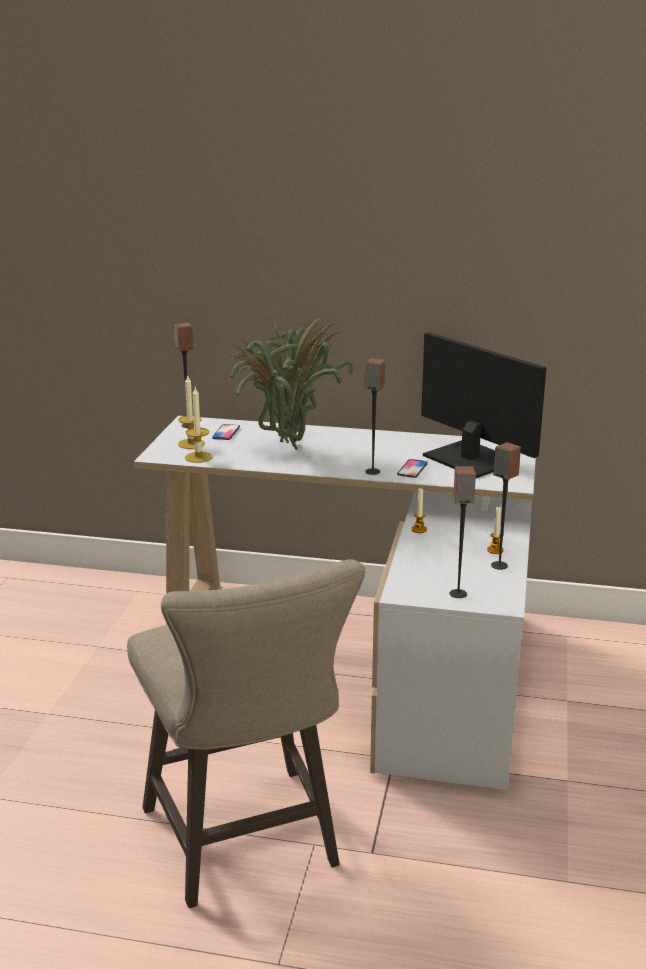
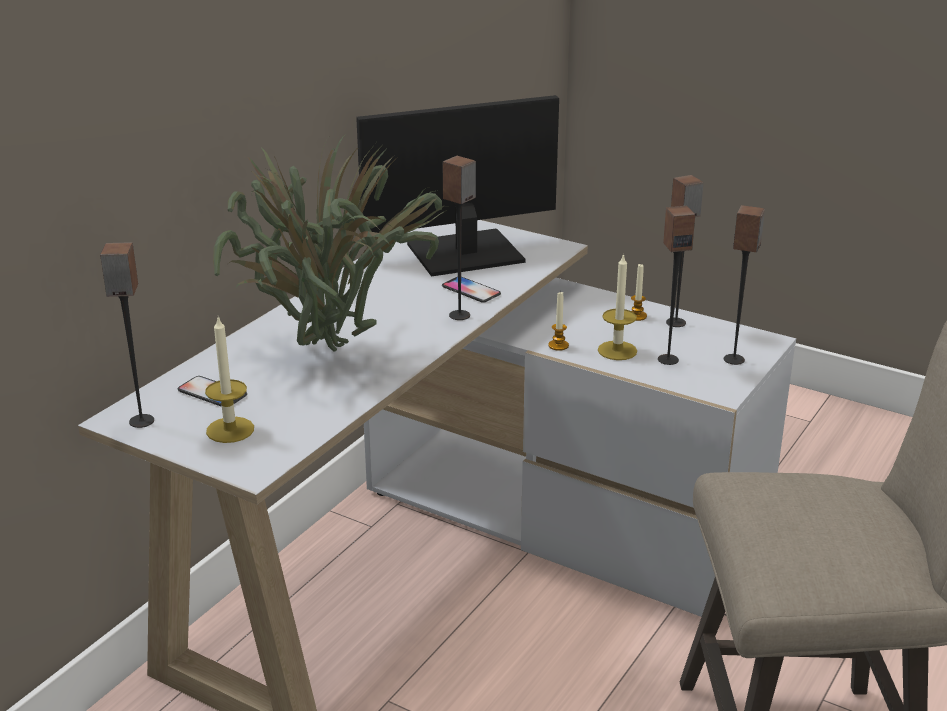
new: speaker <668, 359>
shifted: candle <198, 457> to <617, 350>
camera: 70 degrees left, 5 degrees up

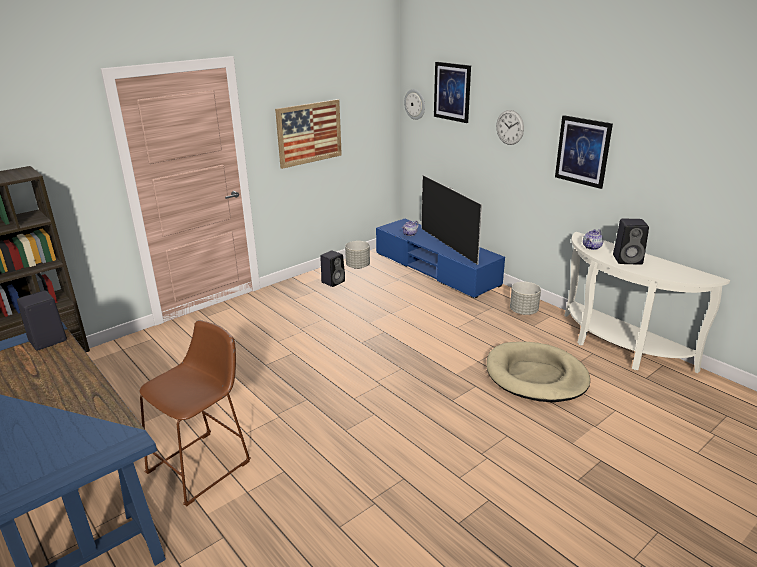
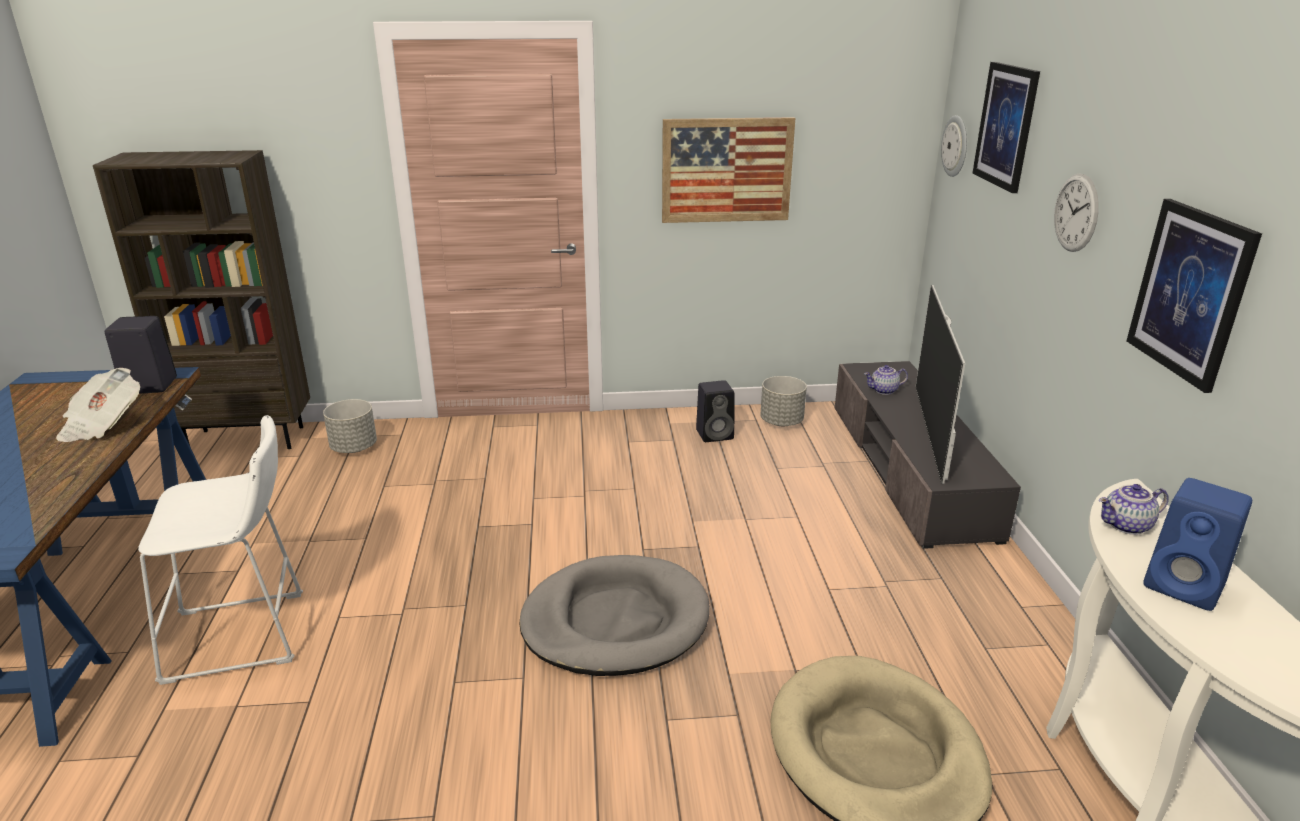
new: newspaper <102, 425>; grey dog bed <615, 621>
shifted: grey planter <523, 311> to <354, 448>
repainted: brown stool <204, 464> to white stool <244, 636>; blue tv stand <435, 269> to grey tv stand <909, 469>; black speaker <628, 260> to blue speaker <1186, 587>
camera: 35 degrees right, 0 degrees up

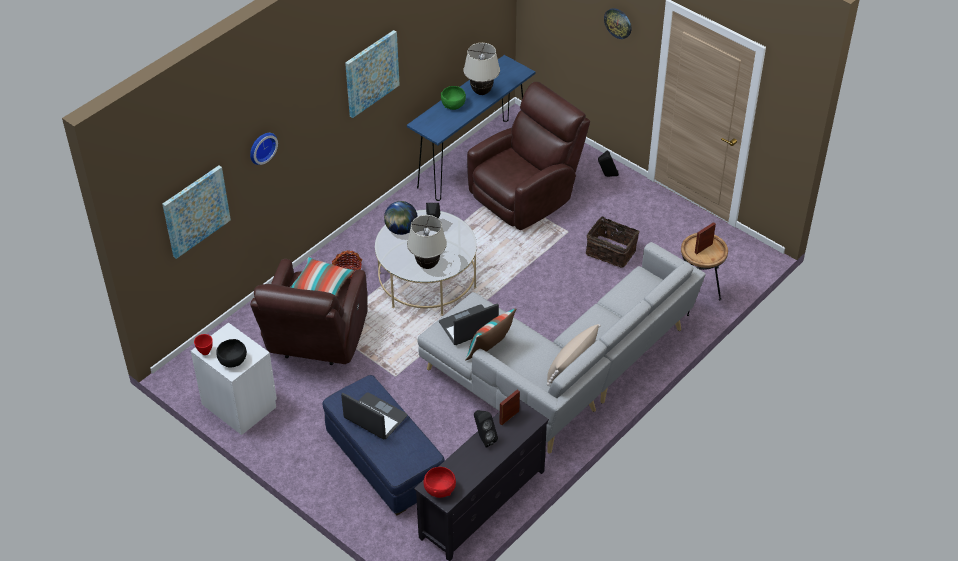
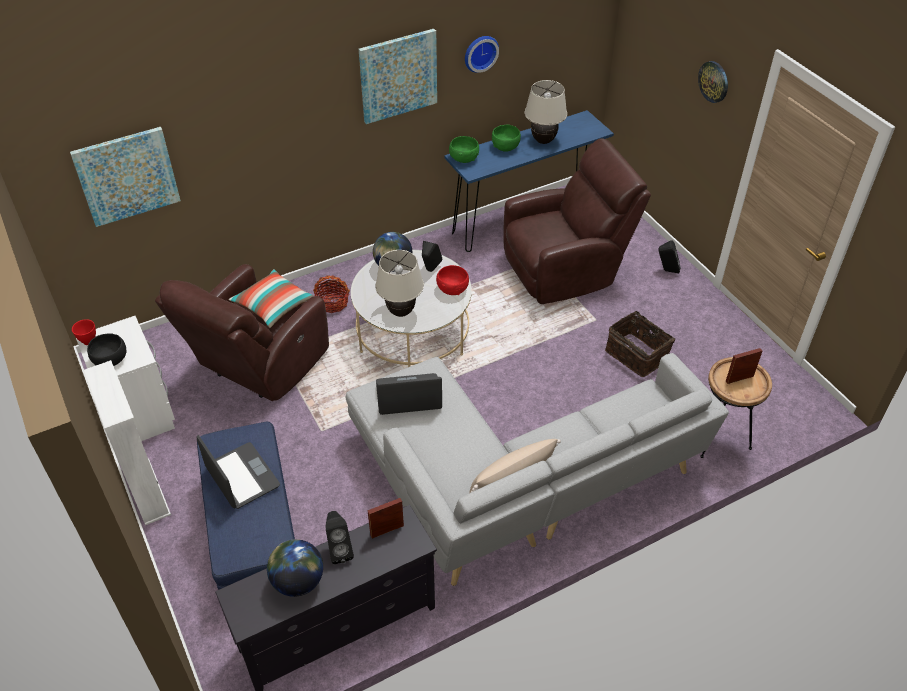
gone: pillow <490, 350>
new: white bookcase <147, 491>; globe <298, 581>; green bowl <463, 158>
shifted: wall clock <261, 147> to <480, 52>; red bowl <439, 489> to <452, 289>
camera: 20 degrees right, 0 degrees up

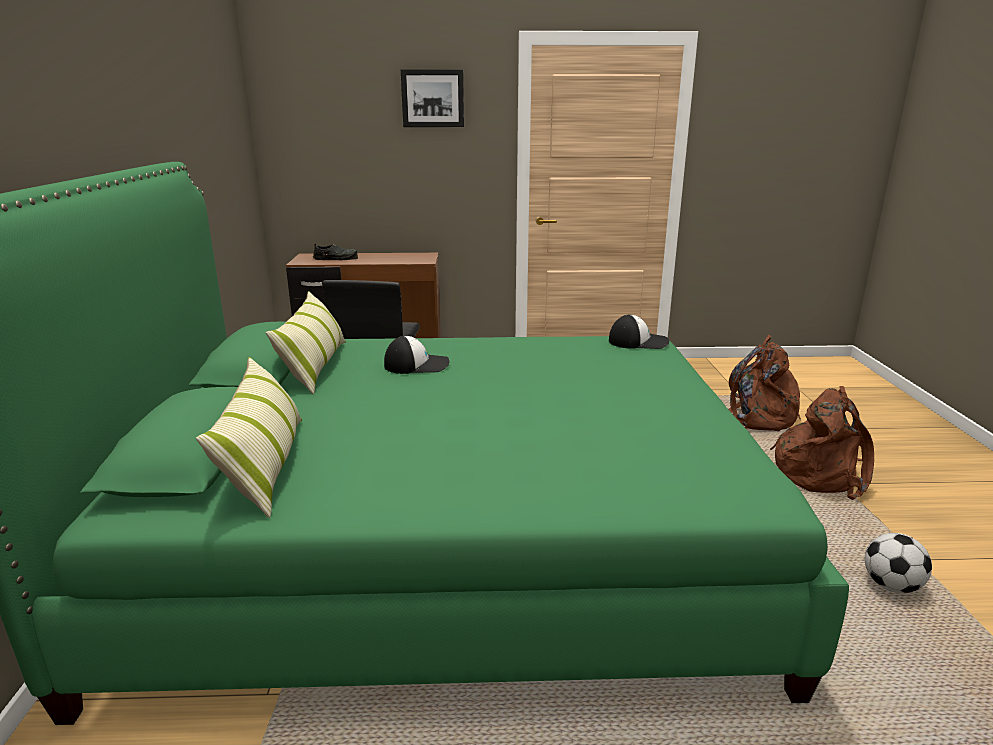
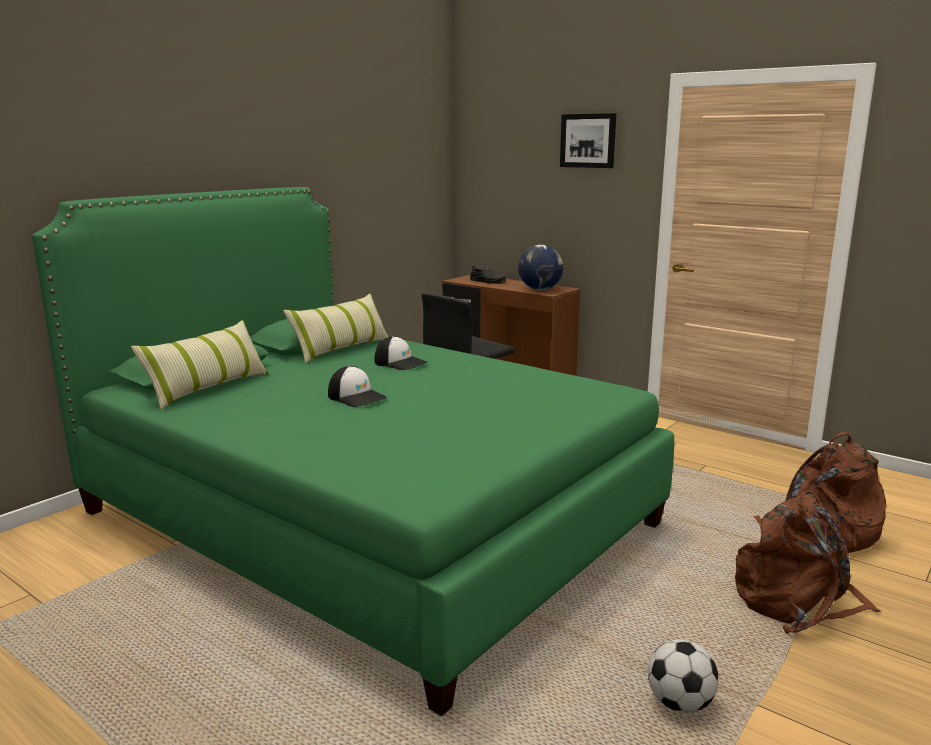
new: globe <540, 289>
shifted: cap <638, 342> to <357, 397>
camera: 40 degrees right, 5 degrees down

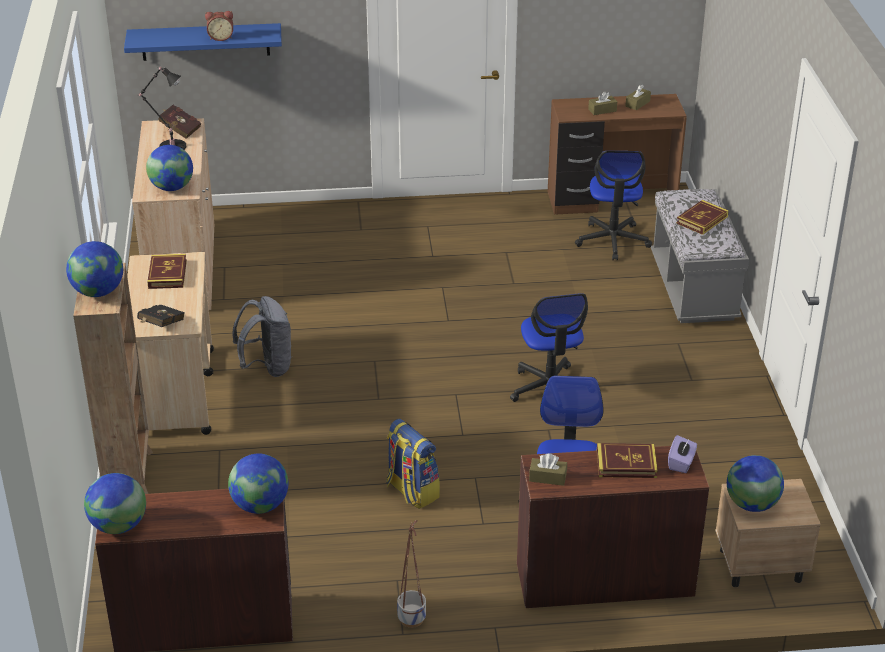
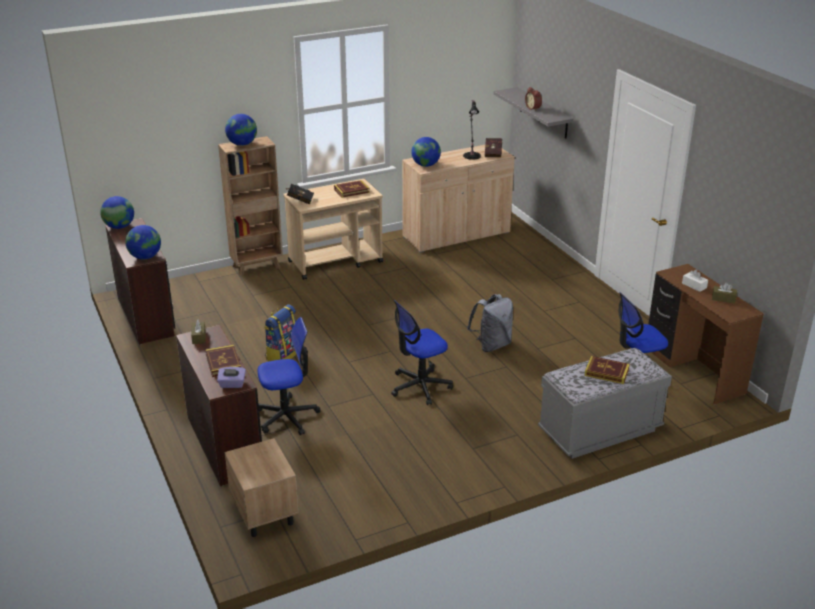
gone: planter <412, 619>; globe <752, 504>
shifted: grey backpack <267, 367> to <491, 345>
repainted: blue shelf <205, 42> to grey shelf <543, 113>; brown tissue box <602, 110> to white tissue box <694, 285>
camera: 70 degrees right, 5 degrees down

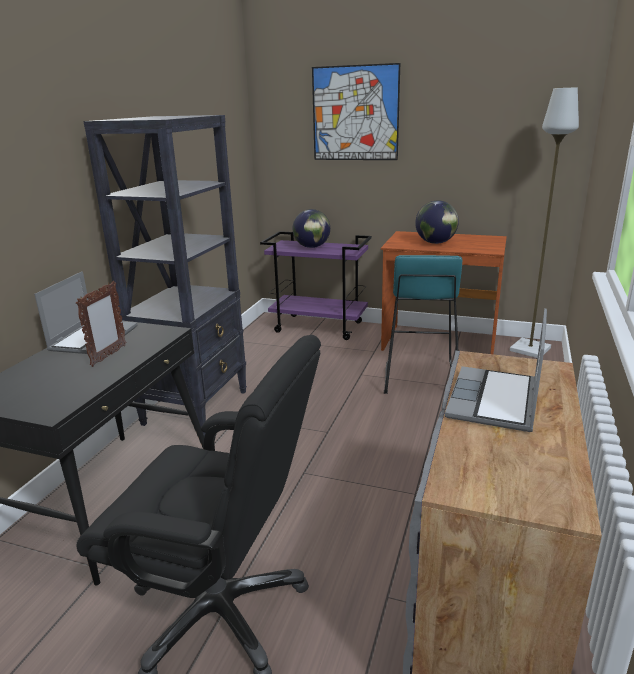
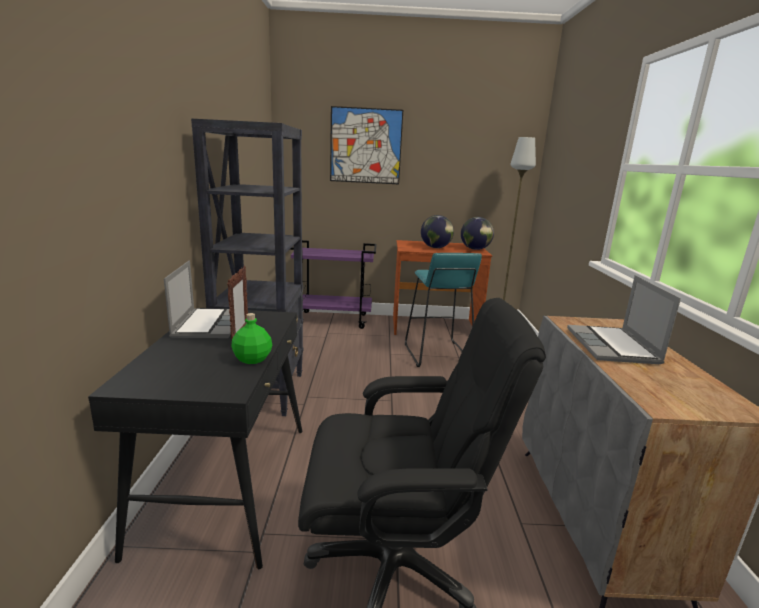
new: green bottle <253, 359>
shifted: globe <312, 247> to <475, 249>
camera: 20 degrees left, 5 degrees down

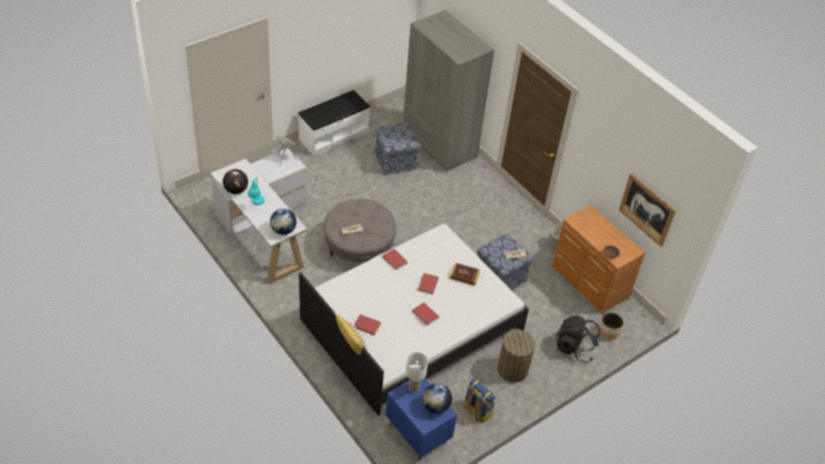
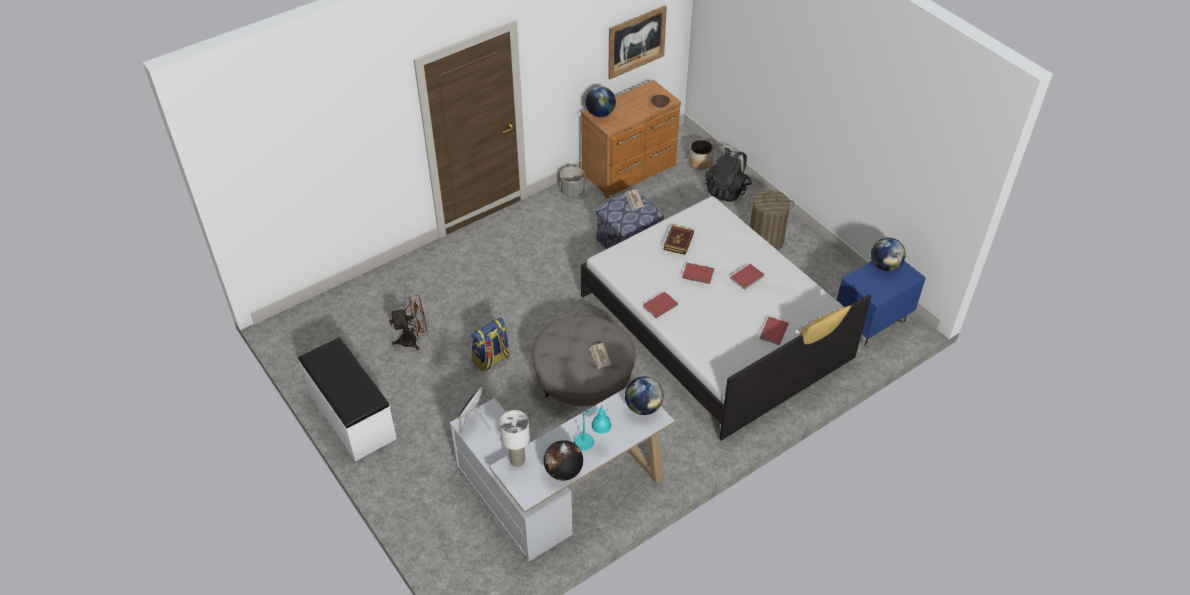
gone: grey wardrobe <439, 144>
new: globe <600, 113>
shifted: white table lamp <414, 388> to <517, 460>; backpack <476, 411> to <491, 360>
swapped: ottoman <396, 160> to brown fan <413, 340>
camera: 85 degrees left, 0 degrees up

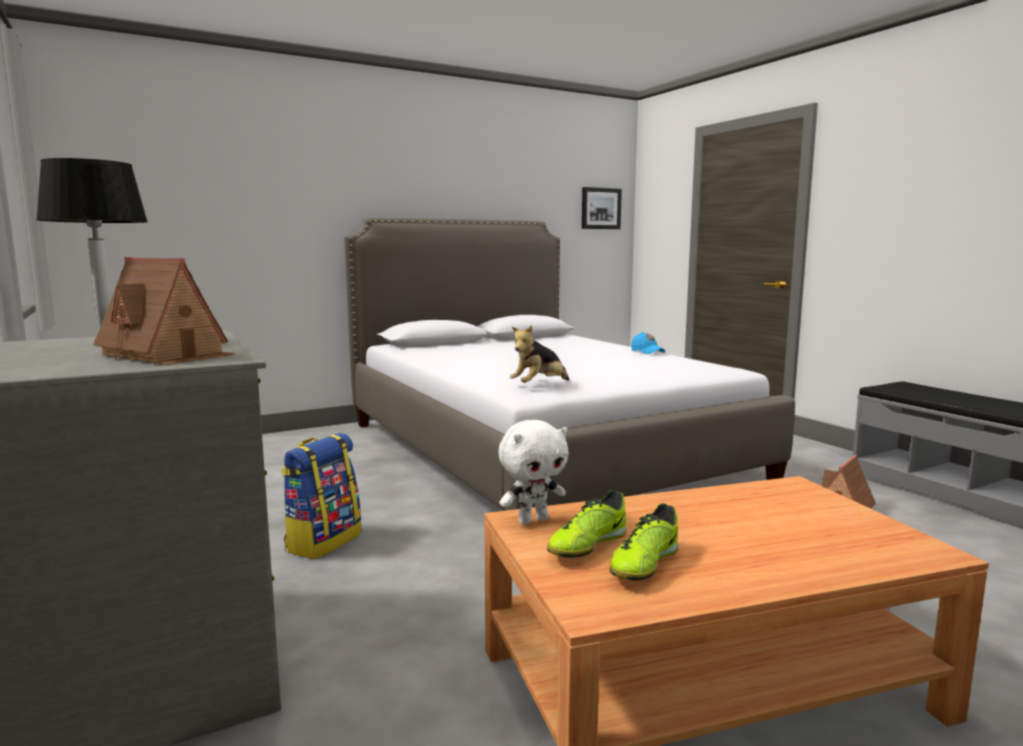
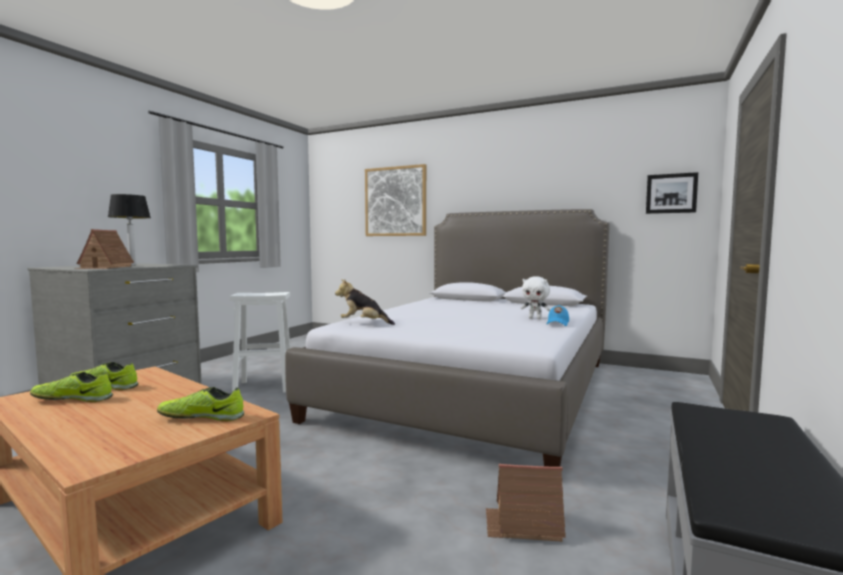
new: shoe <202, 417>; picture <395, 201>
shifted: white plush toy <533, 520> to <535, 318>
swapped: backpack <323, 541> to white stool <265, 386>
camera: 55 degrees right, 5 degrees down

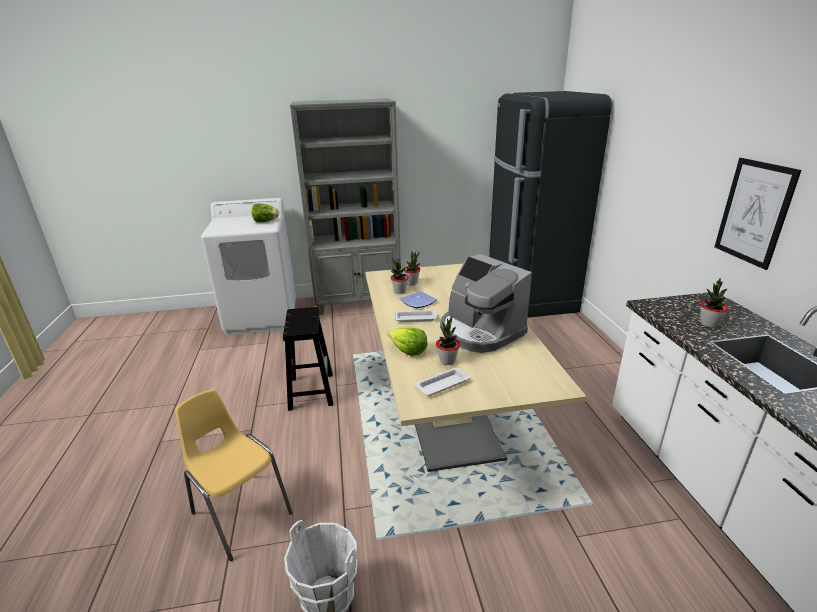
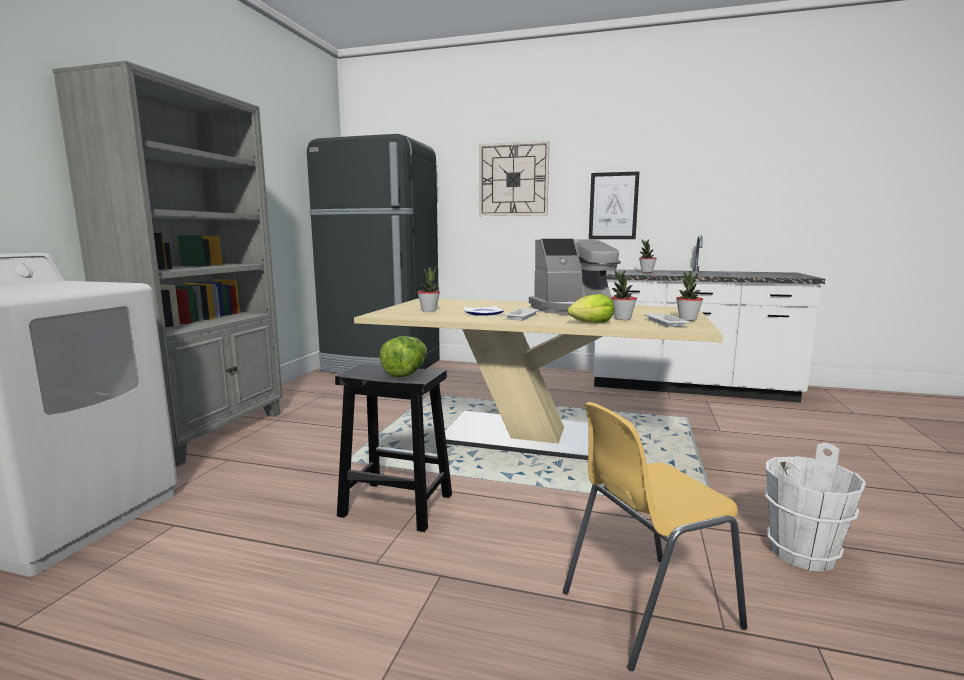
new: wall clock <513, 179>
shifted: lettuce <265, 221> to <406, 373>; potted plant <400, 291> to <687, 319>
camera: 65 degrees left, 15 degrees down

